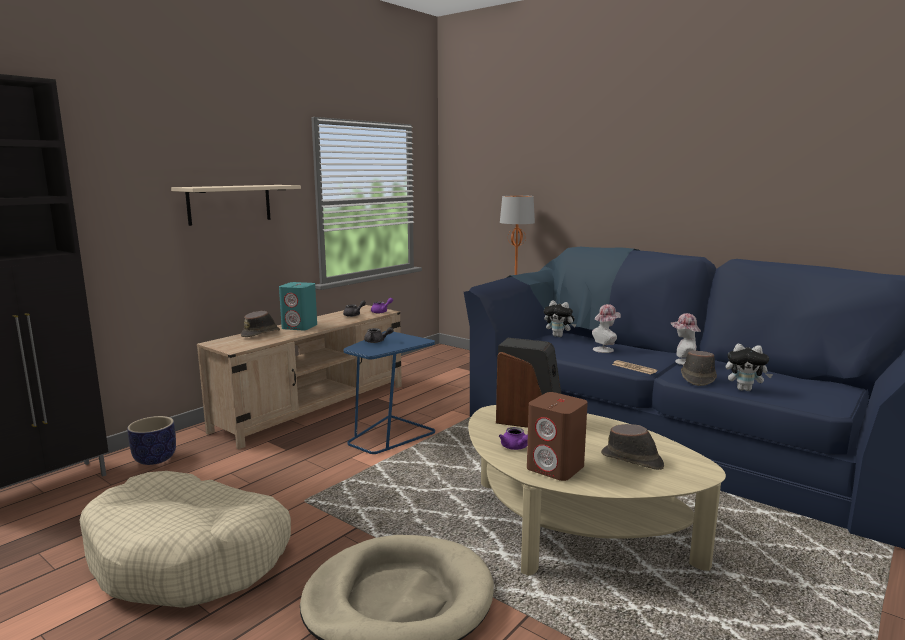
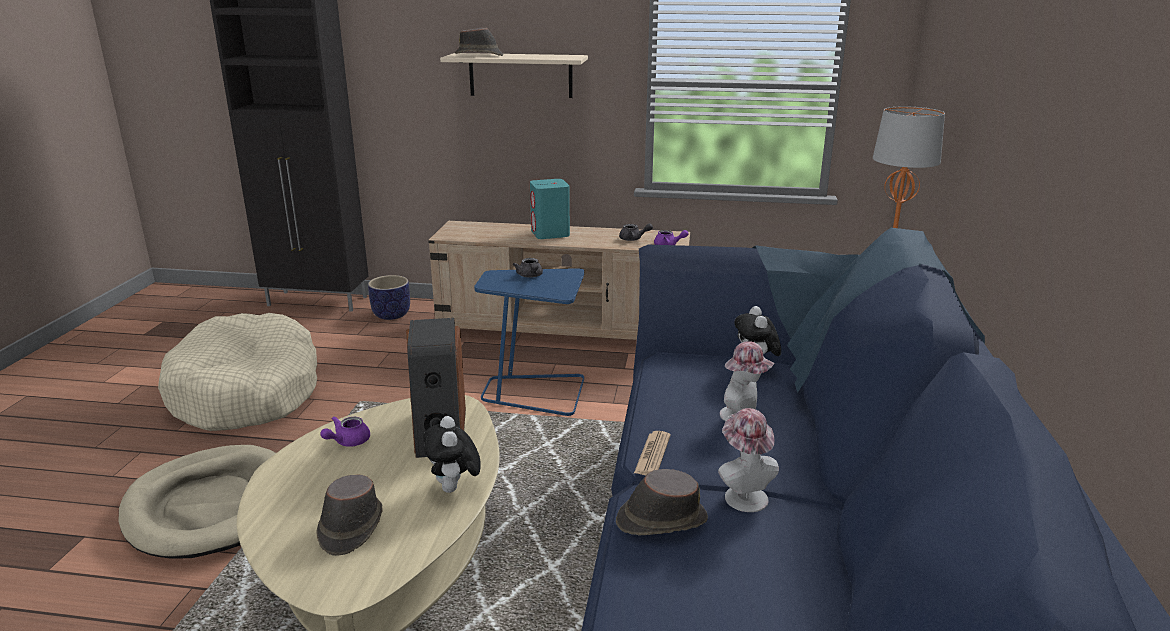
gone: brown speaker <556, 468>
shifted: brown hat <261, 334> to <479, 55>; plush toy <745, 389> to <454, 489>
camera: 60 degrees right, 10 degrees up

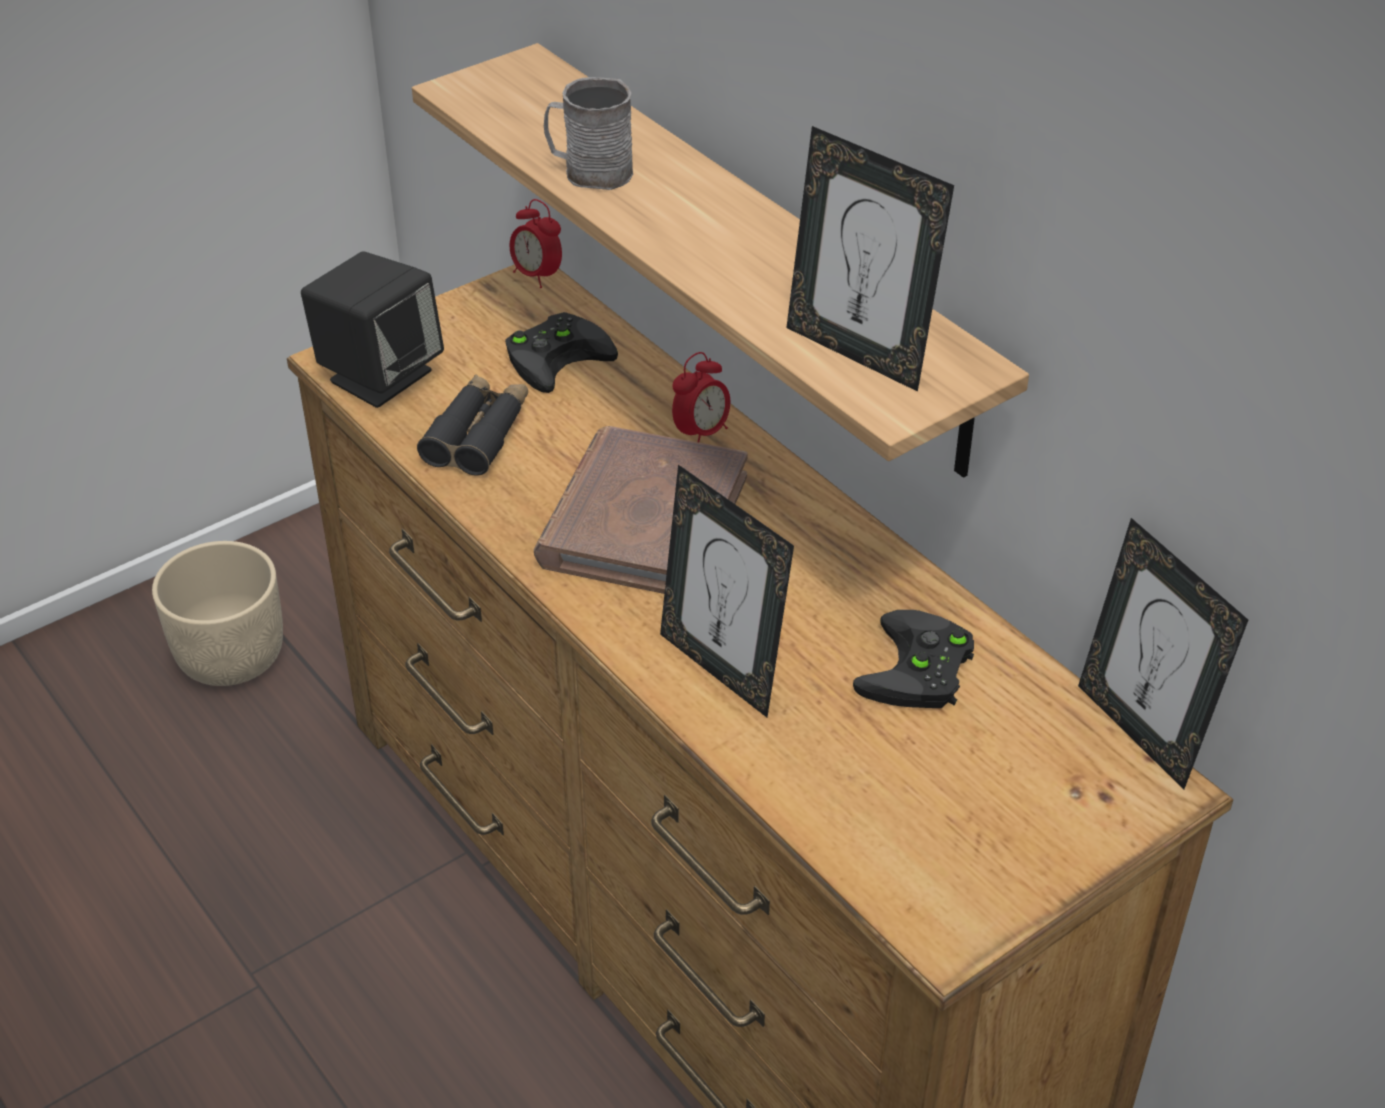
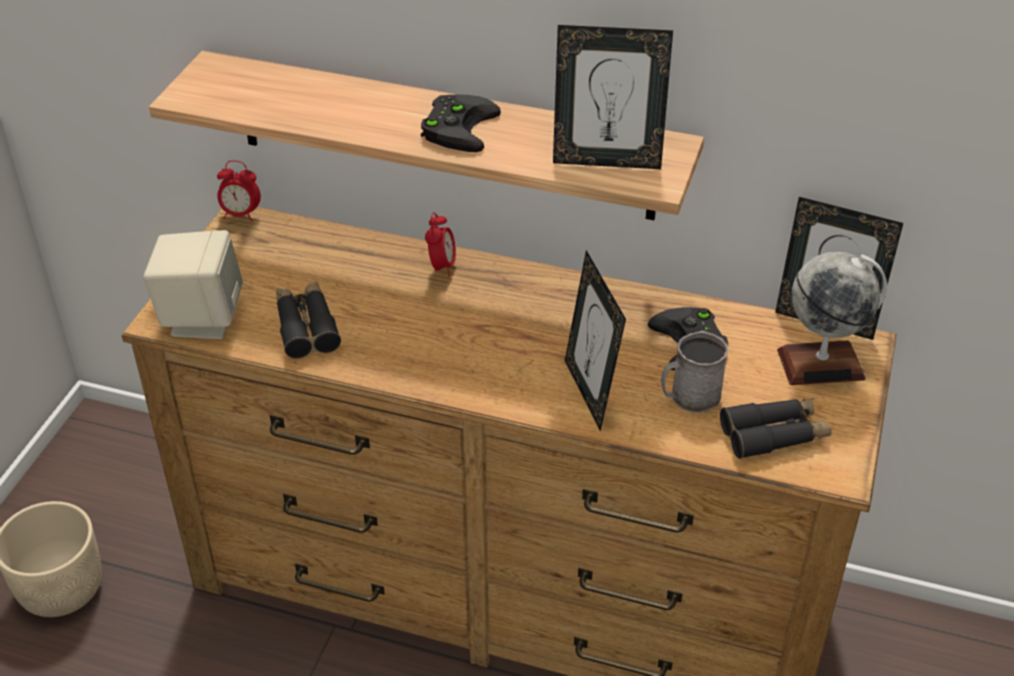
gone: brown book <643, 520>
new: black binoculars <774, 435>; globe <821, 364>
shifted: black game controller <558, 355> to <457, 126>; grey mug <589, 172> to <689, 397>
repainted: black speaker <380, 375> to beige speaker <201, 318>
rotated: picture frame <722, 668> = <590, 393> 60 degrees clockwise
camera: 35 degrees left, 0 degrees up

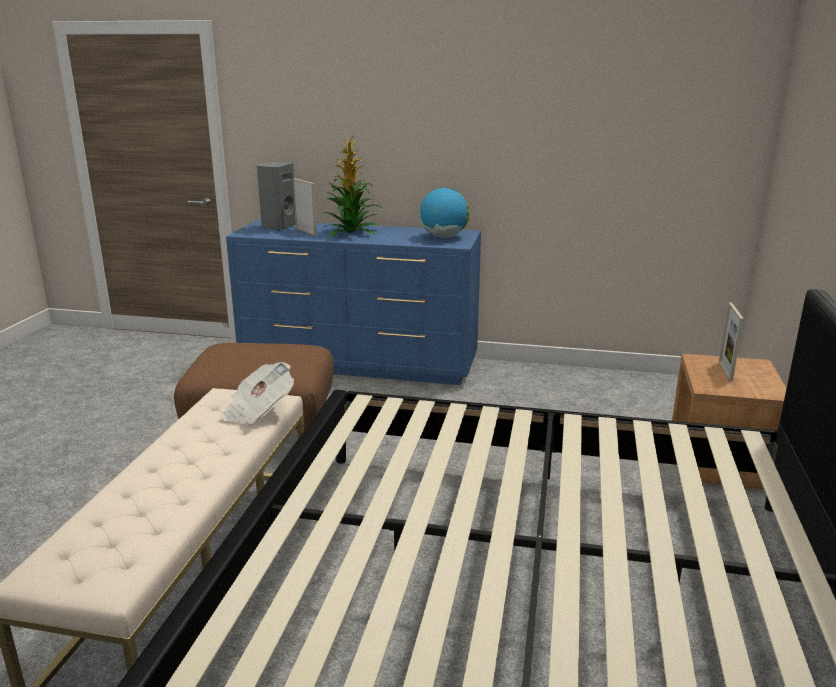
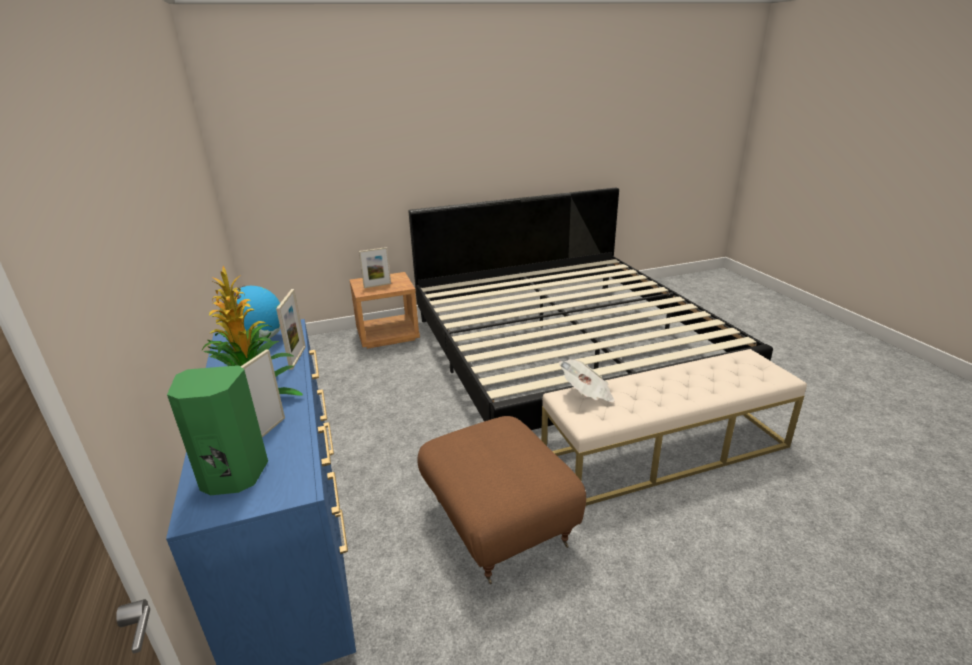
new: picture frame <297, 357>
repainted: grey speaker <277, 227> to green speaker <232, 477>
camera: 120 degrees left, 5 degrees up

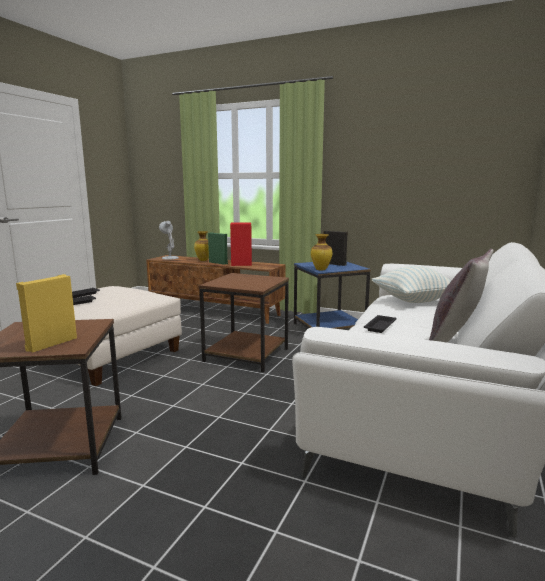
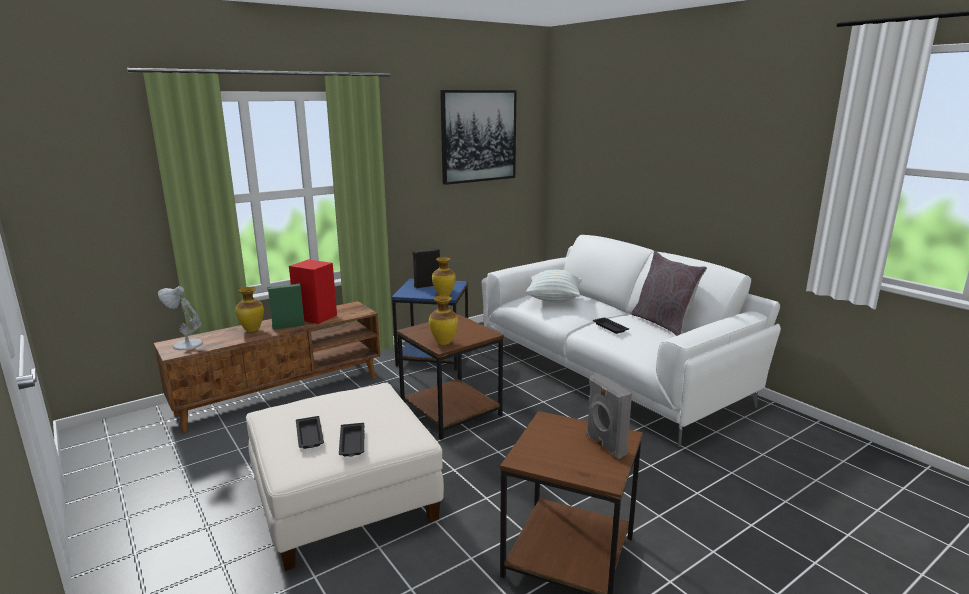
new: vase <443, 343>; picture <478, 136>
repainted: yellow speaker <51, 344> to grey speaker <604, 445>
camera: 60 degrees left, 5 degrees up

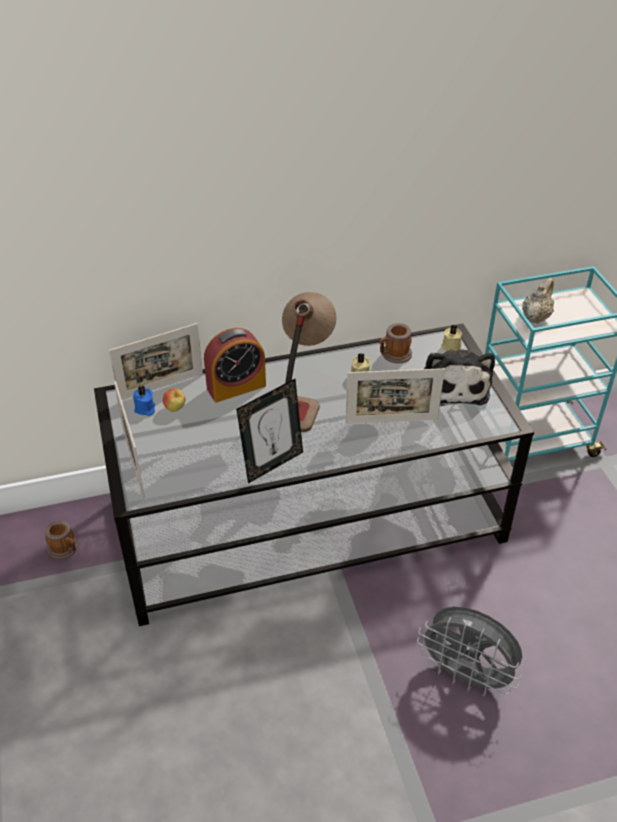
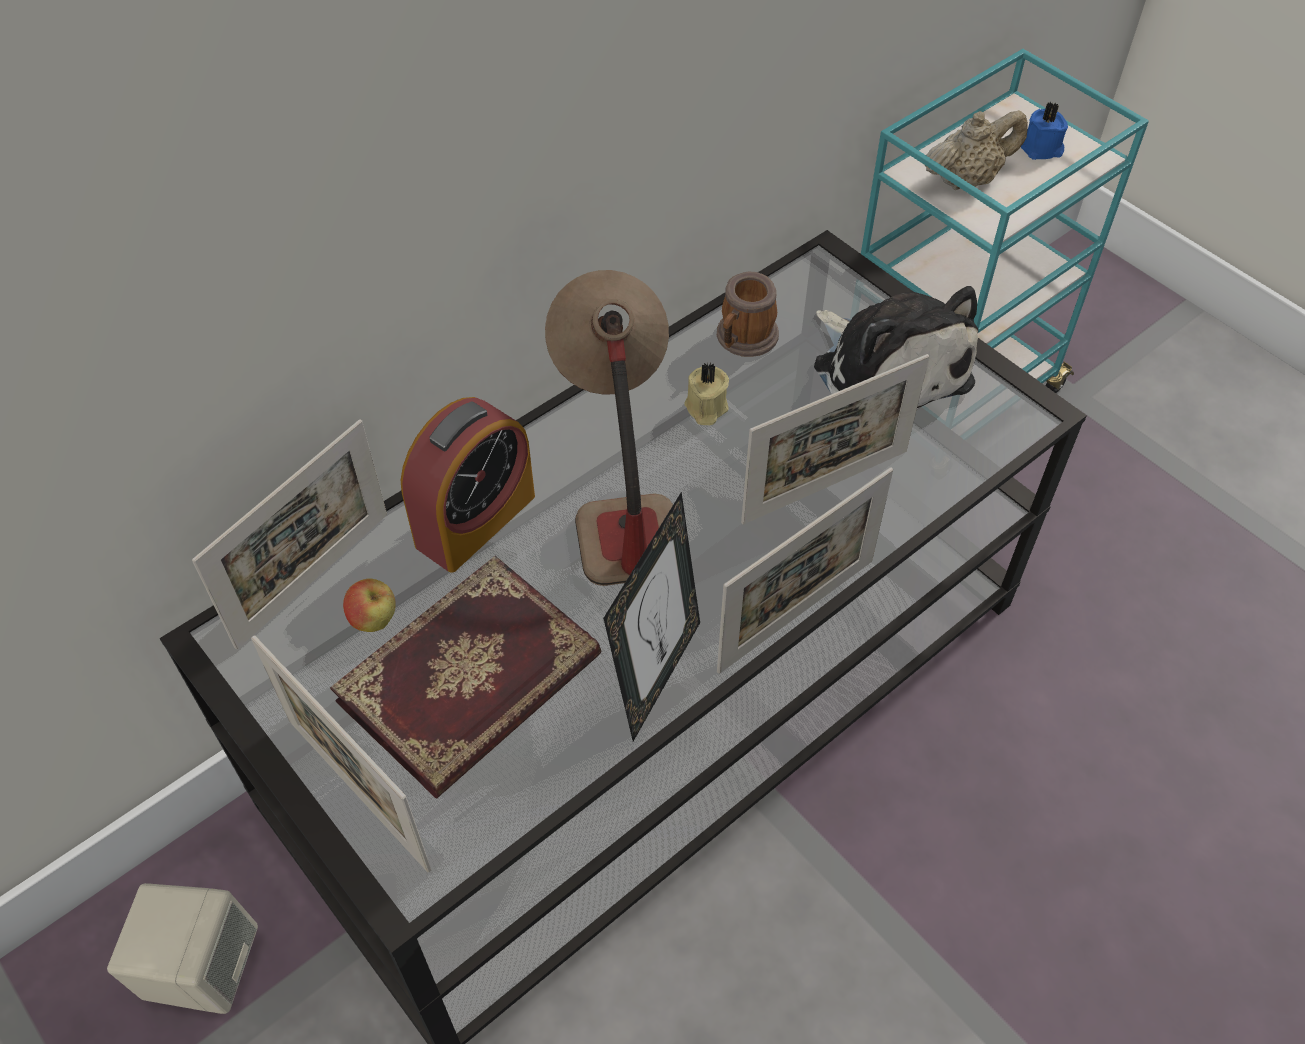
gone: grey fan <466, 676>; beige candle <450, 346>
new: book <472, 681>; picture frame <796, 615>
shifted: blue candle <145, 409> to <1042, 149>
swapped: mug <65, 549> to beige speaker <203, 969>
rotated: beige teapot <536, 317> = <967, 180> 60 degrees clockwise
camera: 25 degrees left, 10 degrees up

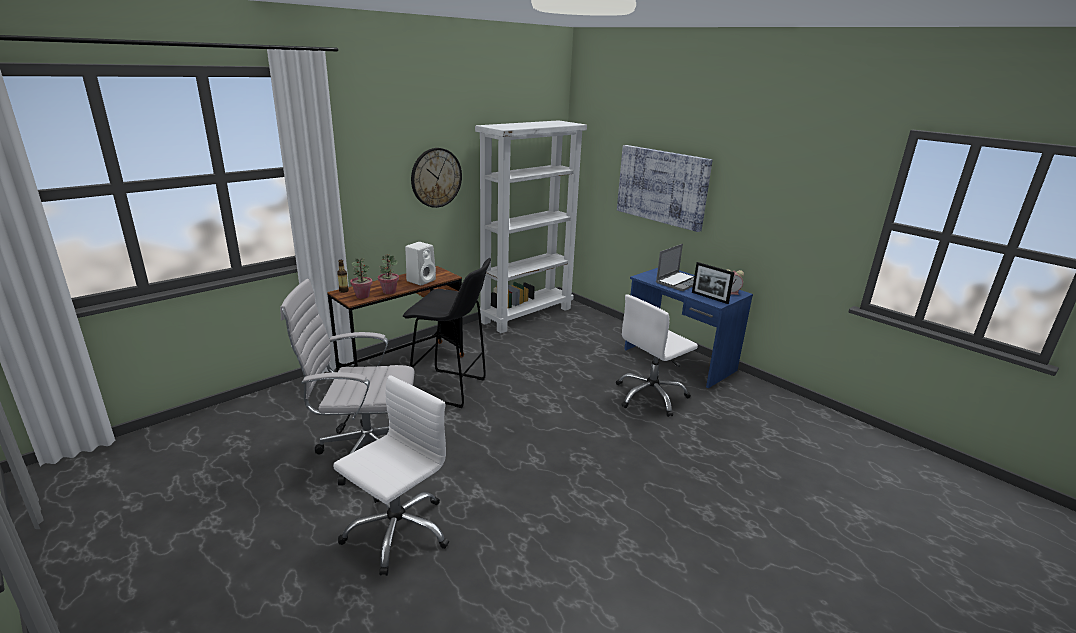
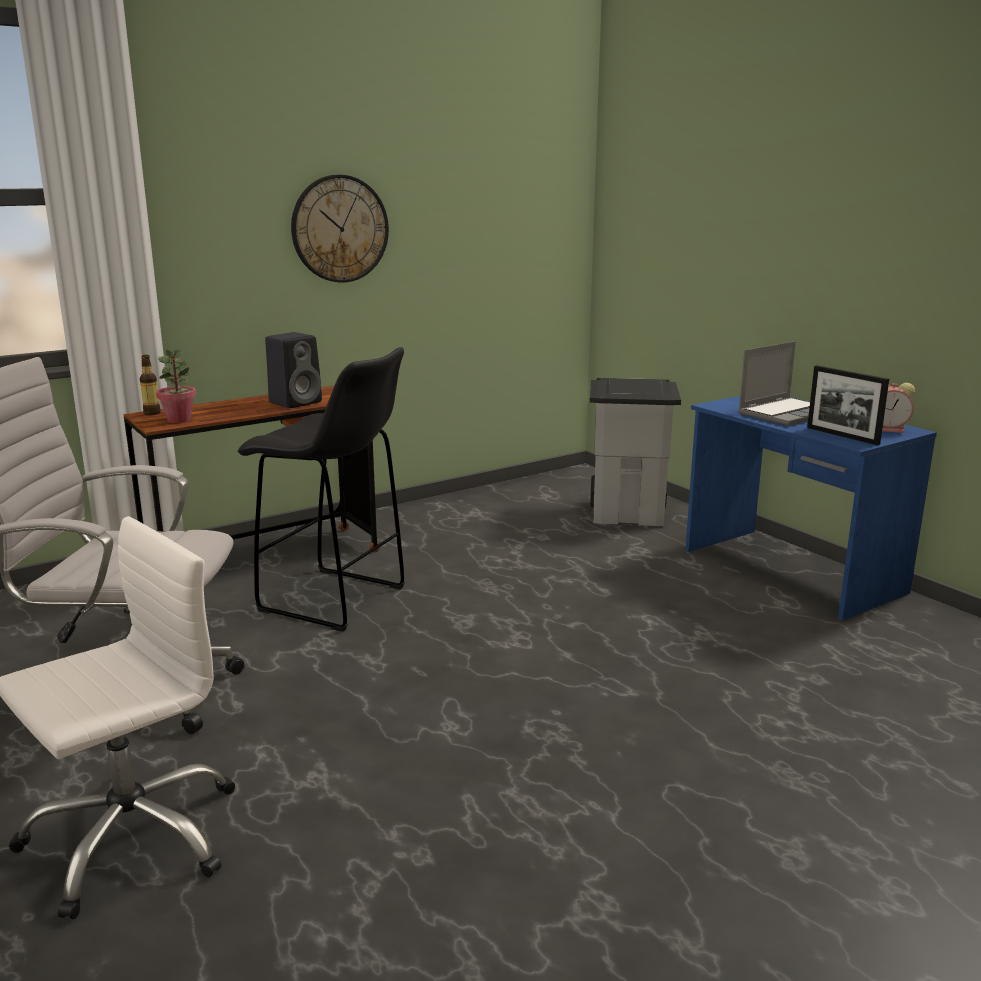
gone: potted plant <389, 292>; white bookcase <527, 315>; white office chair <651, 396>; picture <663, 186>
new: grey trash can <629, 514>
repainted: white speaker <421, 280> to black speaker <296, 402>
camera: 10 degrees right, 5 degrees down

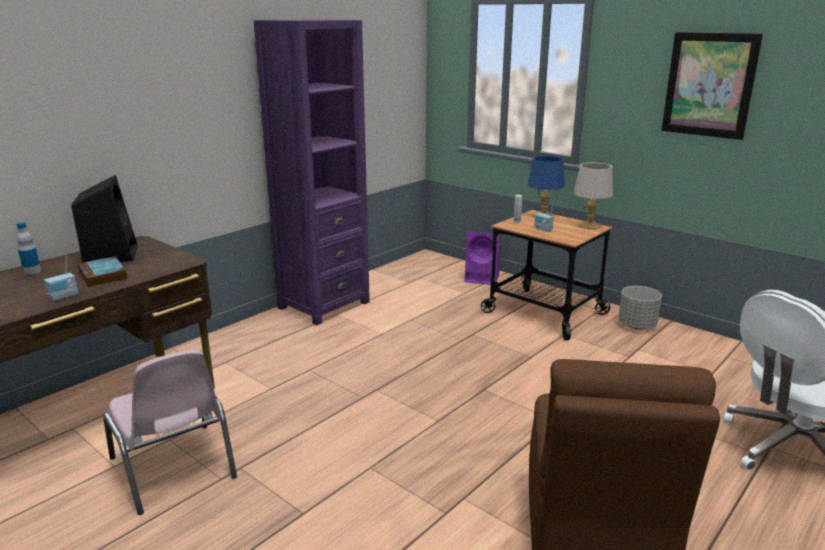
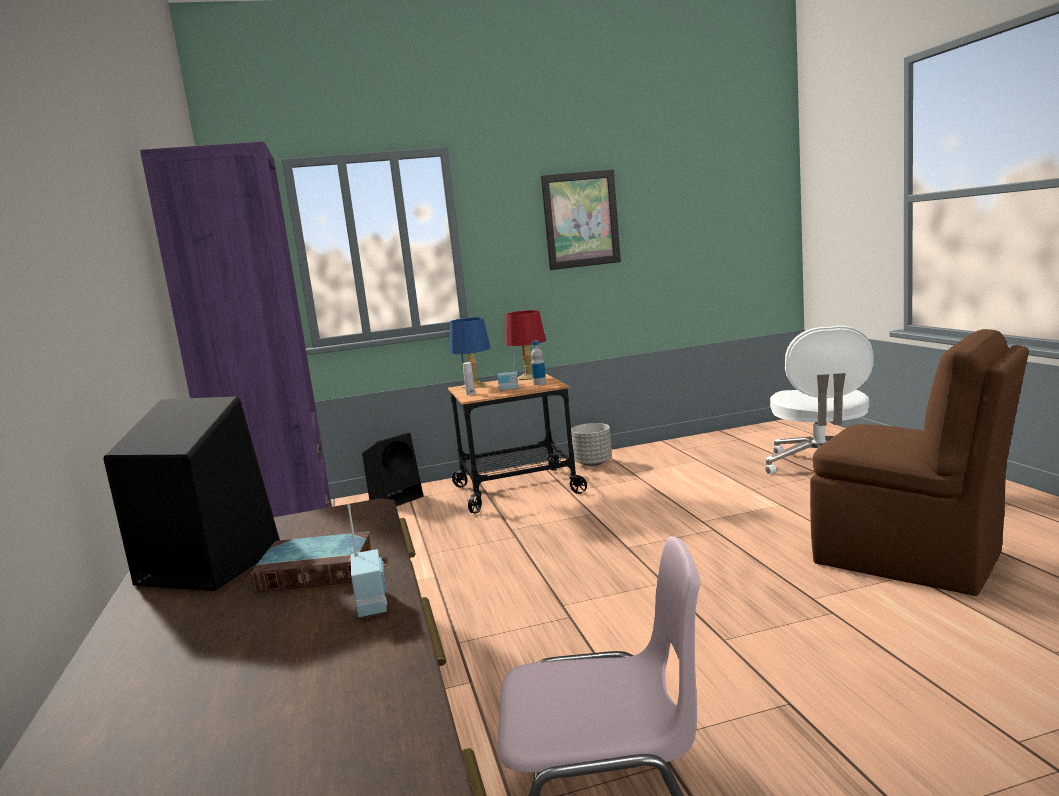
shifted: bottle <32, 272> to <539, 383>
repainted: purple speaker <483, 278> to black speaker <397, 498>; grey table lamp <590, 225> to red table lamp <529, 377>
camera: 55 degrees left, 10 degrees down

